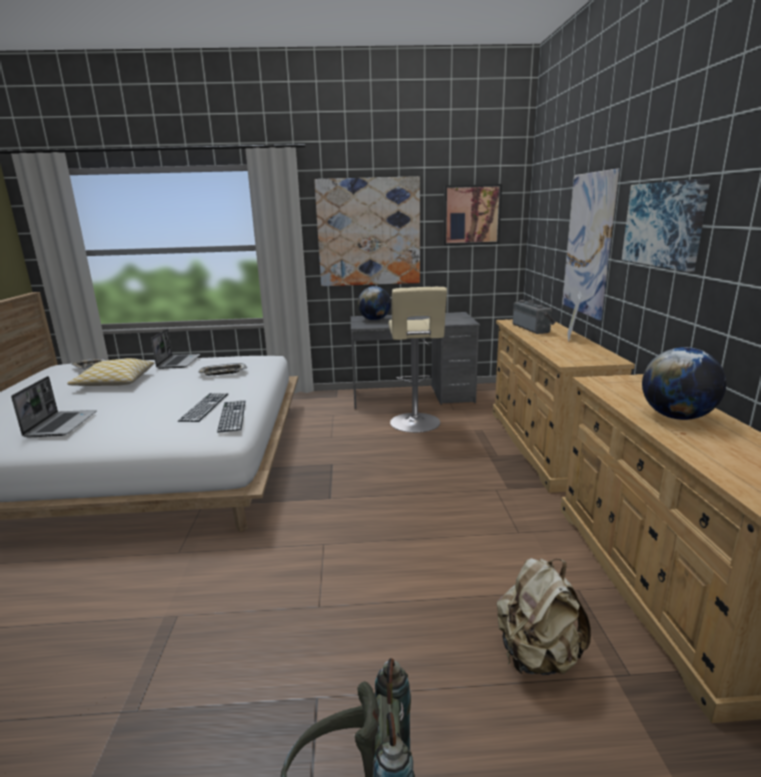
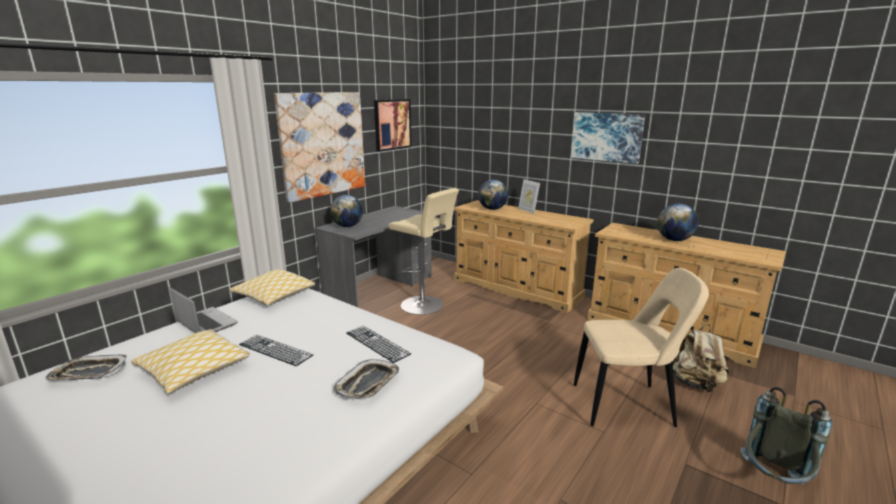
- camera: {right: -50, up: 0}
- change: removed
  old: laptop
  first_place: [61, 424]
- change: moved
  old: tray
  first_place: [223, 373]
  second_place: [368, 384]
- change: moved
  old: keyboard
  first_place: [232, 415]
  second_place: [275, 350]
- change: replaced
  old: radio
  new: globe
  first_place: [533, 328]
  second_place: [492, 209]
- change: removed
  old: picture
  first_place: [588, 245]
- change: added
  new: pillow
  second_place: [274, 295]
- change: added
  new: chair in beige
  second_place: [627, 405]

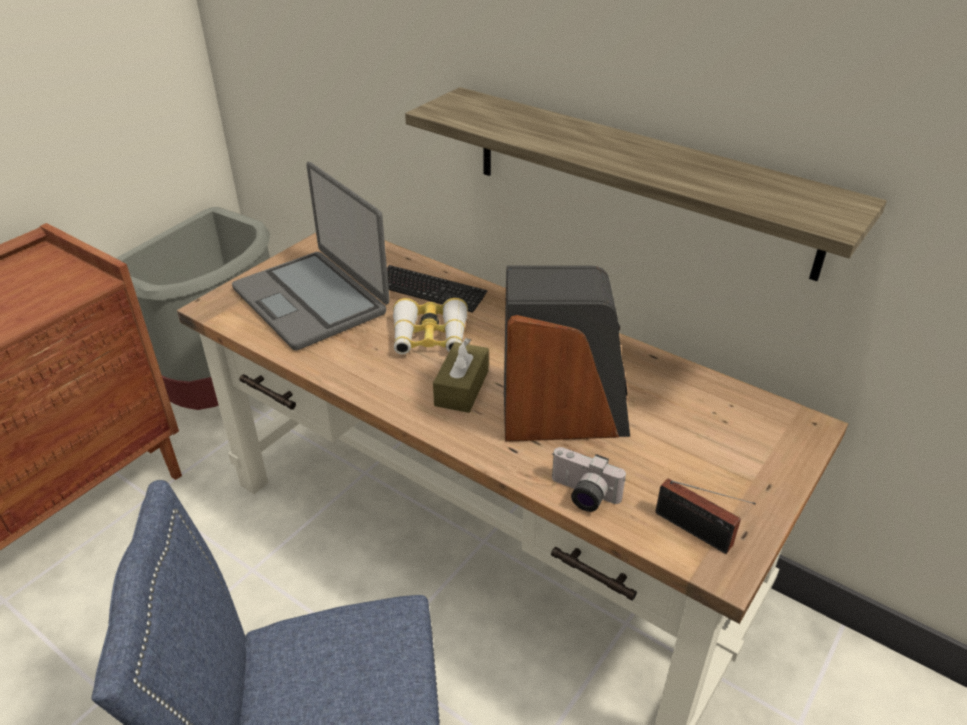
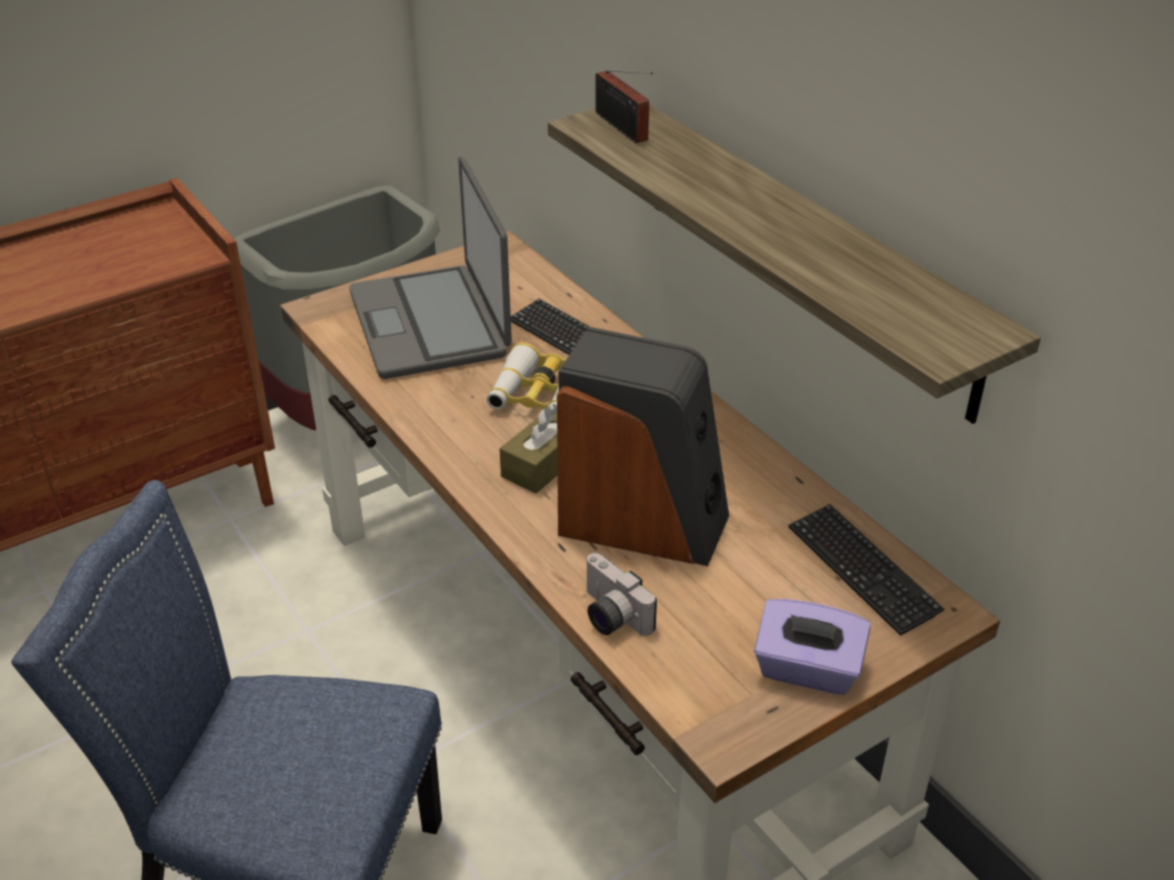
- camera: {right: 20, up: 0}
- change: moved
  old: radio
  first_place: [697, 532]
  second_place: [622, 128]
- change: added
  new: tissue box in purple
  second_place: [807, 670]
- change: added
  new: keyboard
  second_place: [862, 570]

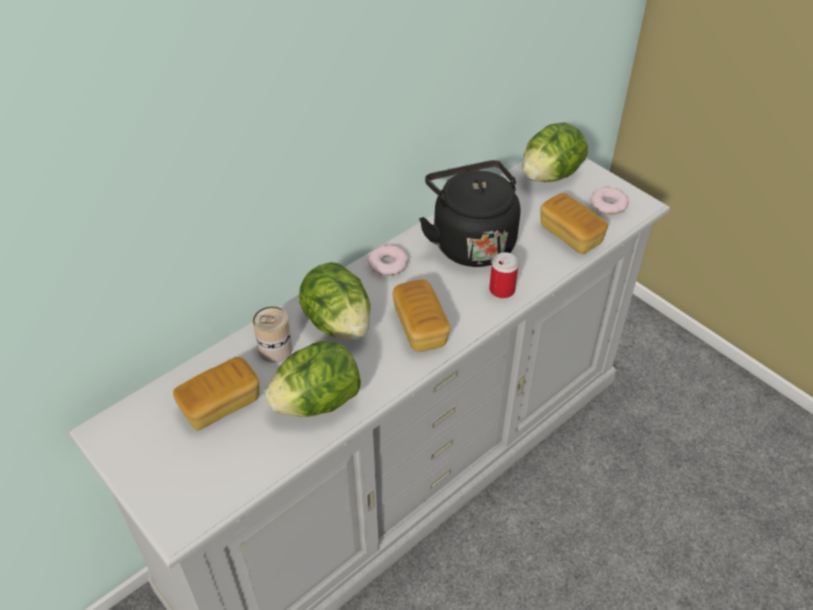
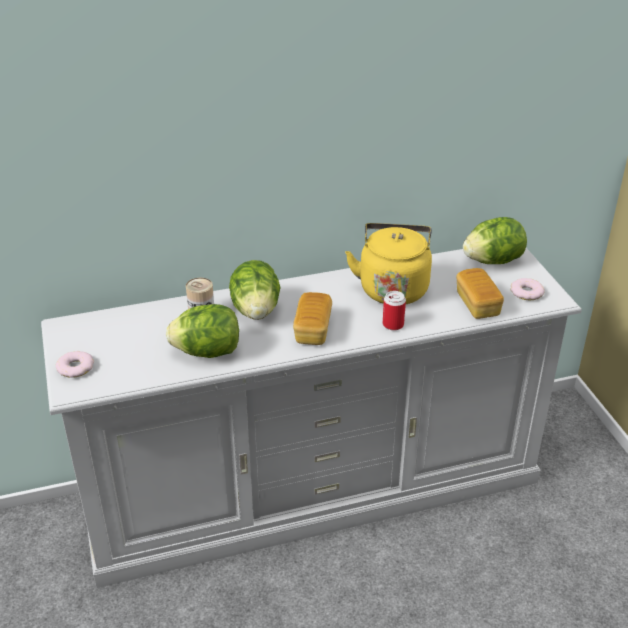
- camera: {right: 25, up: -10}
- change: removed
  old: bread
  first_place: [220, 404]
- change: moved
  old: donut
  first_place: [388, 263]
  second_place: [75, 367]
- change: recoloured
  old: kettle in black
  new: kettle in yellow
  first_place: [470, 242]
  second_place: [393, 287]

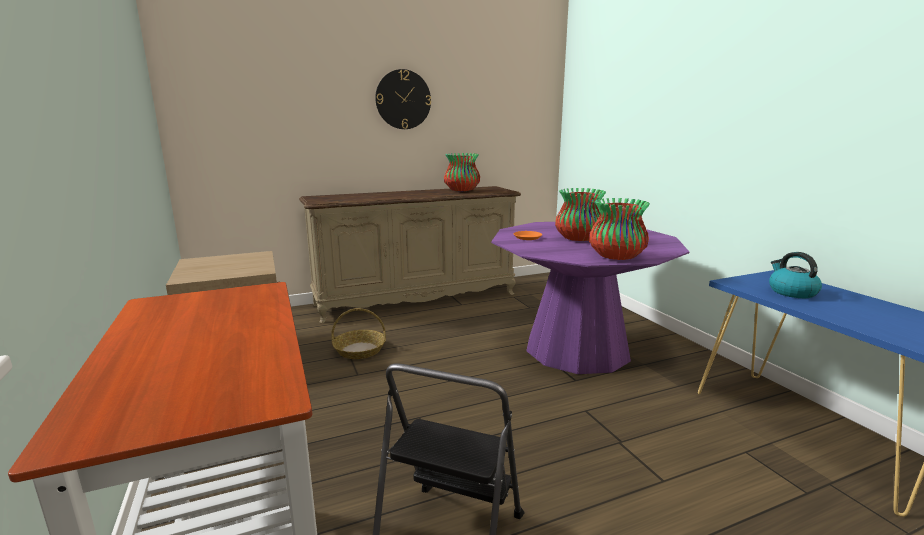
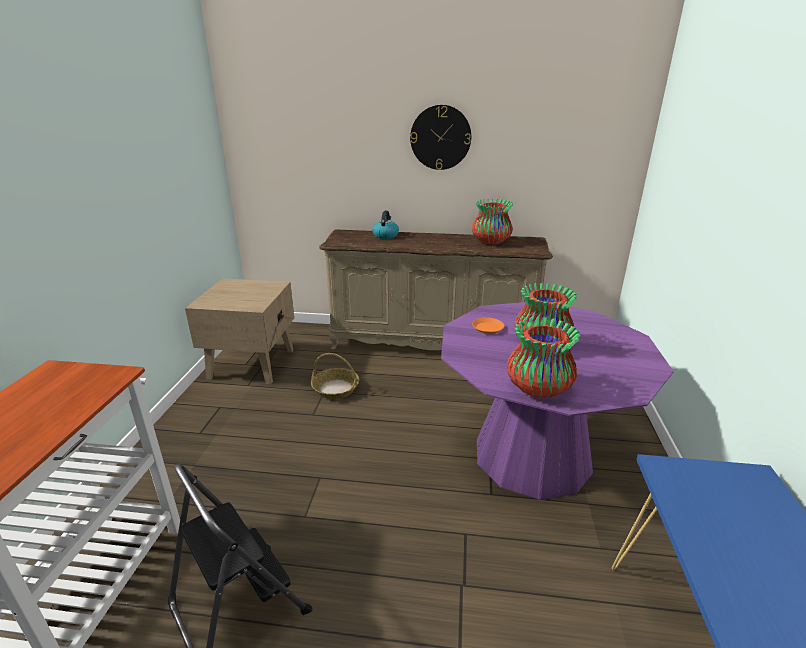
- camera: {right: 30, up: 10}
- change: moved
  old: kettle
  first_place: [791, 292]
  second_place: [385, 235]

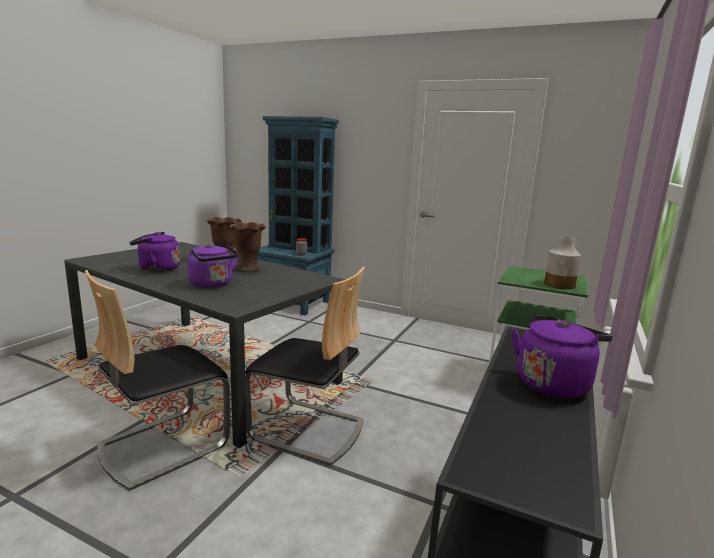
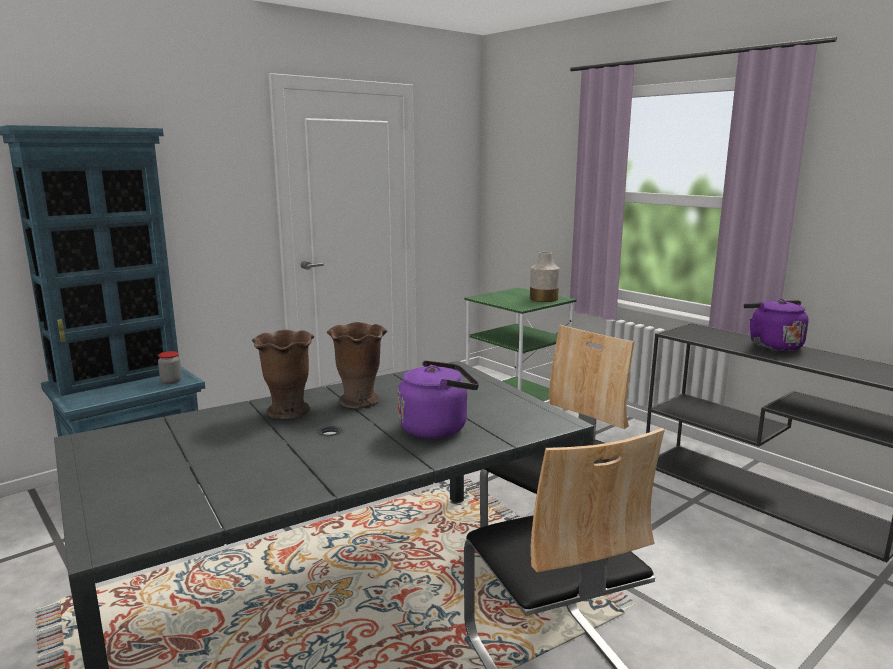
- camera: {right: -65, up: 0}
- change: removed
  old: kettle in purple
  first_place: [157, 269]

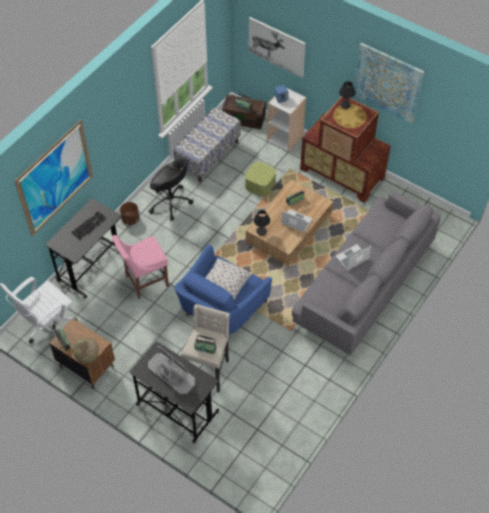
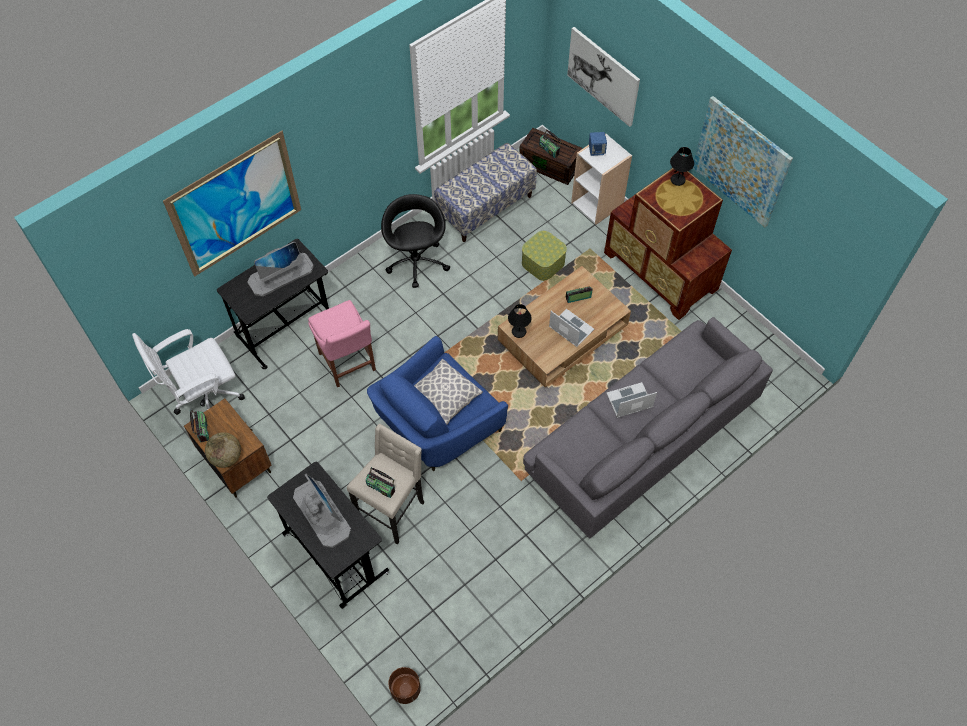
- camera: {right: 15, up: 5}
- change: replaced
  old: keyboard
  new: monitor
  first_place: [89, 224]
  second_place: [281, 274]
- change: turned
  old: chair in pink
  first_place: [144, 281]
  second_place: [348, 364]
  degrees: -105
- change: moved
  old: planter in brown
  first_place: [130, 219]
  second_place: [405, 689]
- change: turned
  old: office chair in black
  first_place: [171, 203]
  second_place: [417, 262]
  degrees: -150

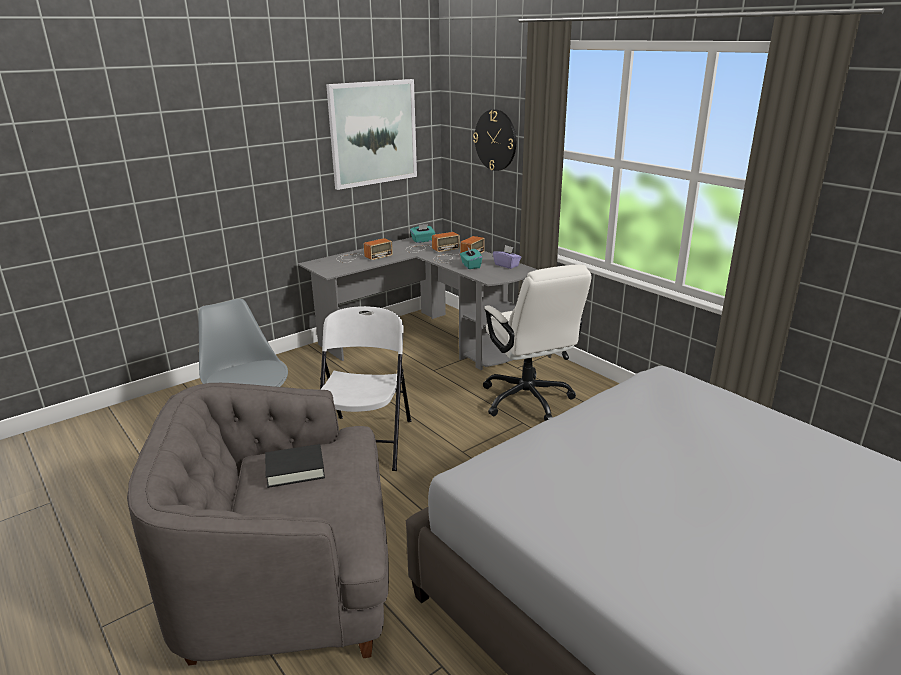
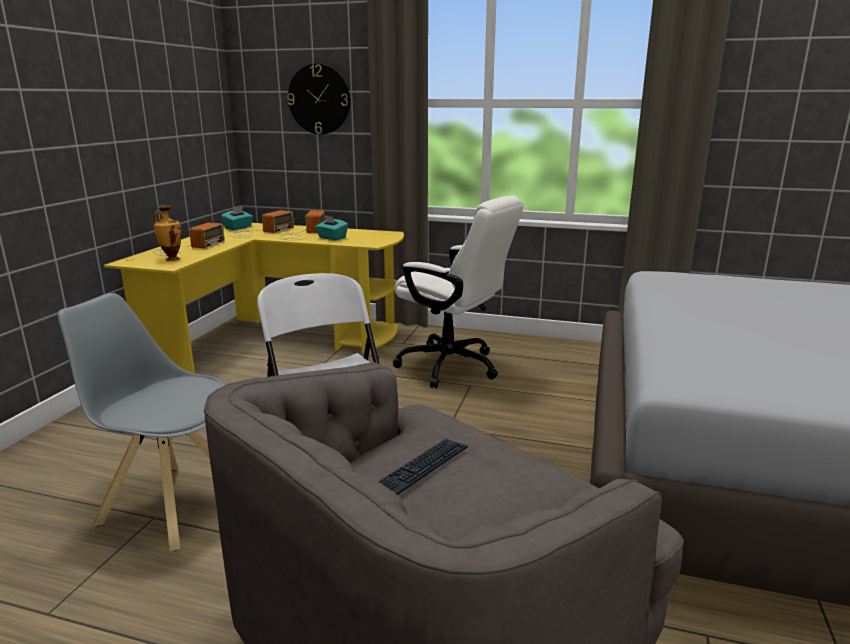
- camera: {right: -35, up: -5}
- change: replaced
  old: book in black
  new: keyboard
  first_place: [295, 470]
  second_place: [421, 468]
- change: recoloured
  old: desk in grey
  new: desk in yellow
  first_place: [425, 338]
  second_place: [273, 341]
- change: removed
  old: picture
  first_place: [373, 133]
- change: removed
  old: tissue box in purple
  first_place: [506, 265]
- change: added
  new: vase
  second_place: [171, 259]

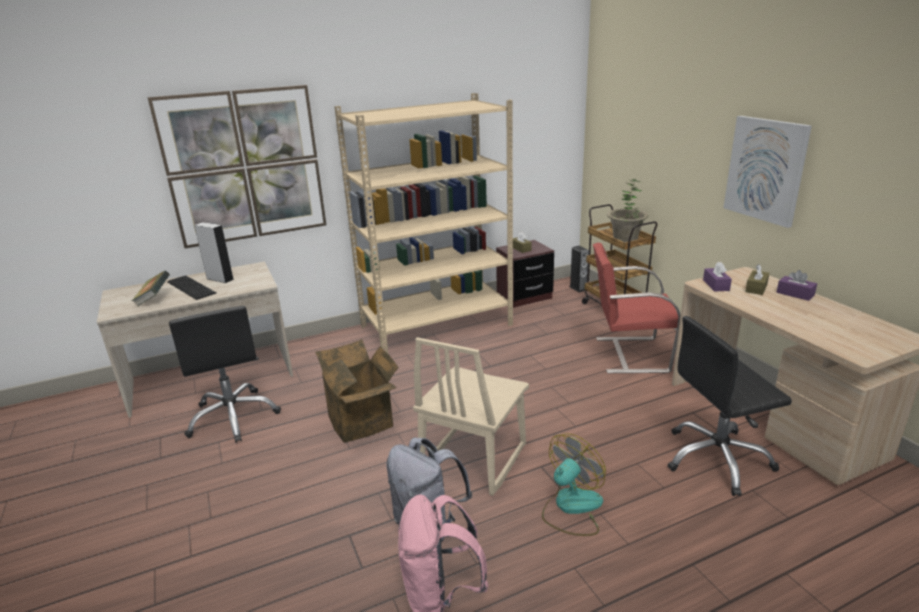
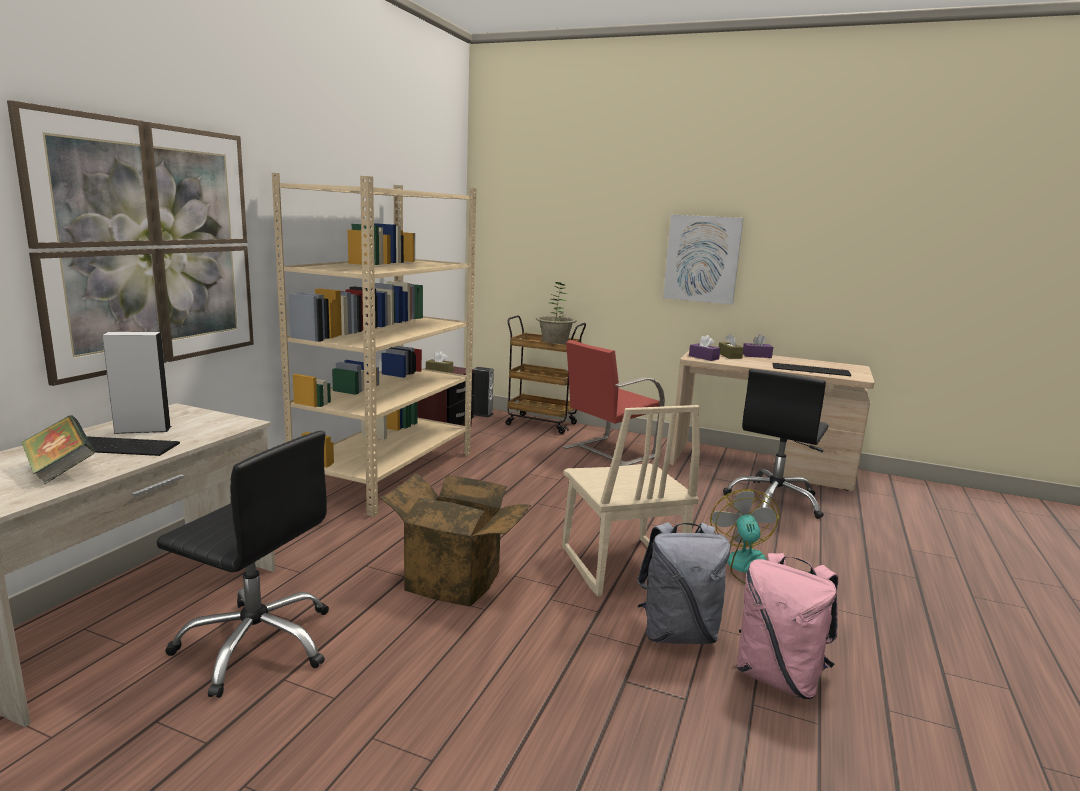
- camera: {right: -45, up: -10}
- change: added
  new: keyboard
  second_place: [809, 369]

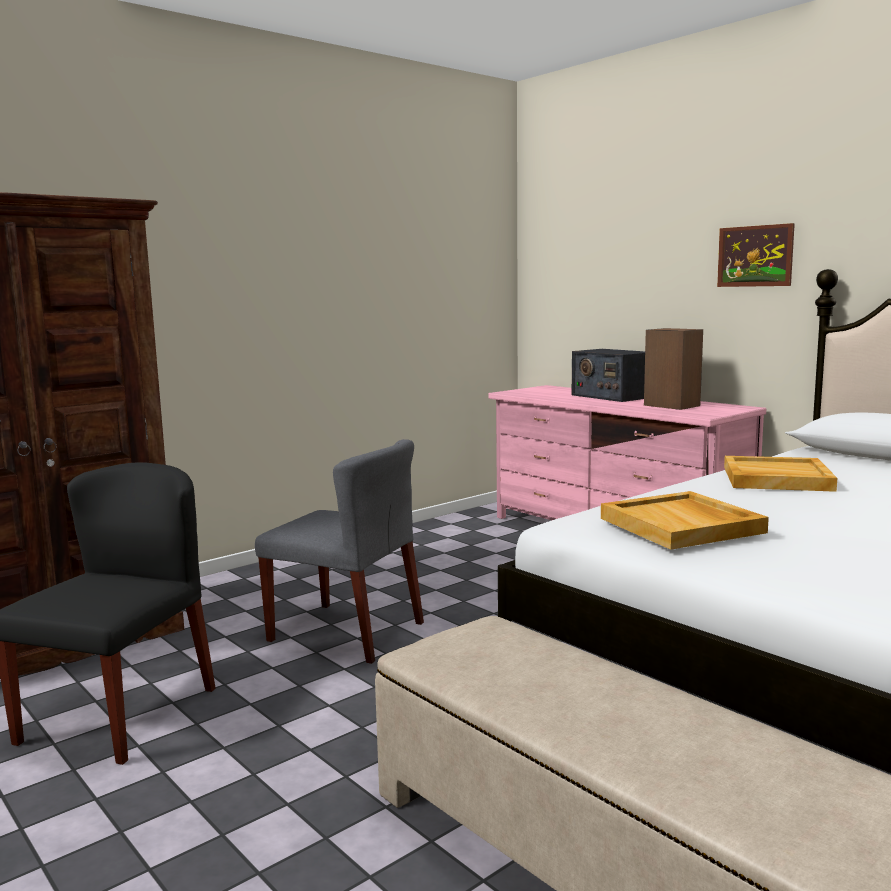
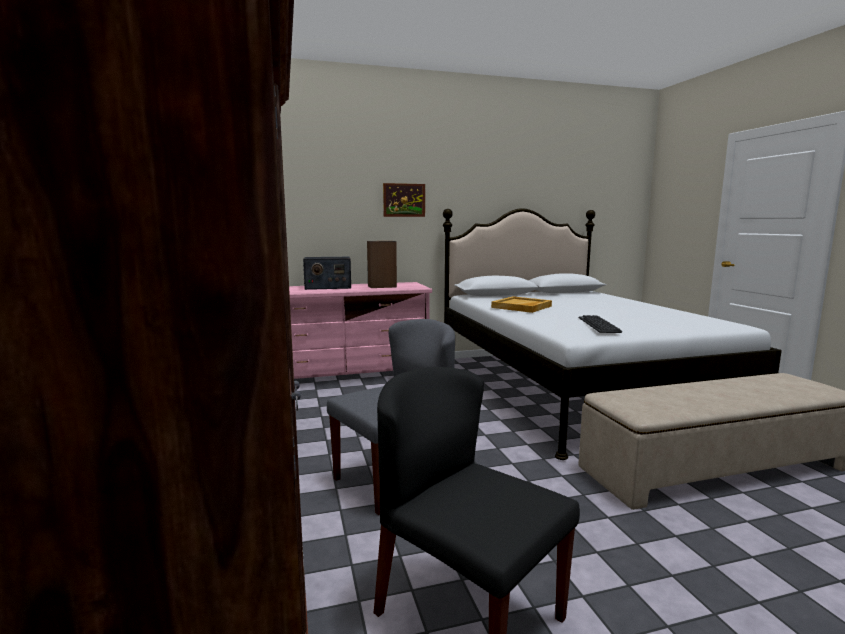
- camera: {right: -65, up: 0}
- change: replaced
  old: tray in beige
  new: keyboard
  first_place: [682, 525]
  second_place: [598, 325]

